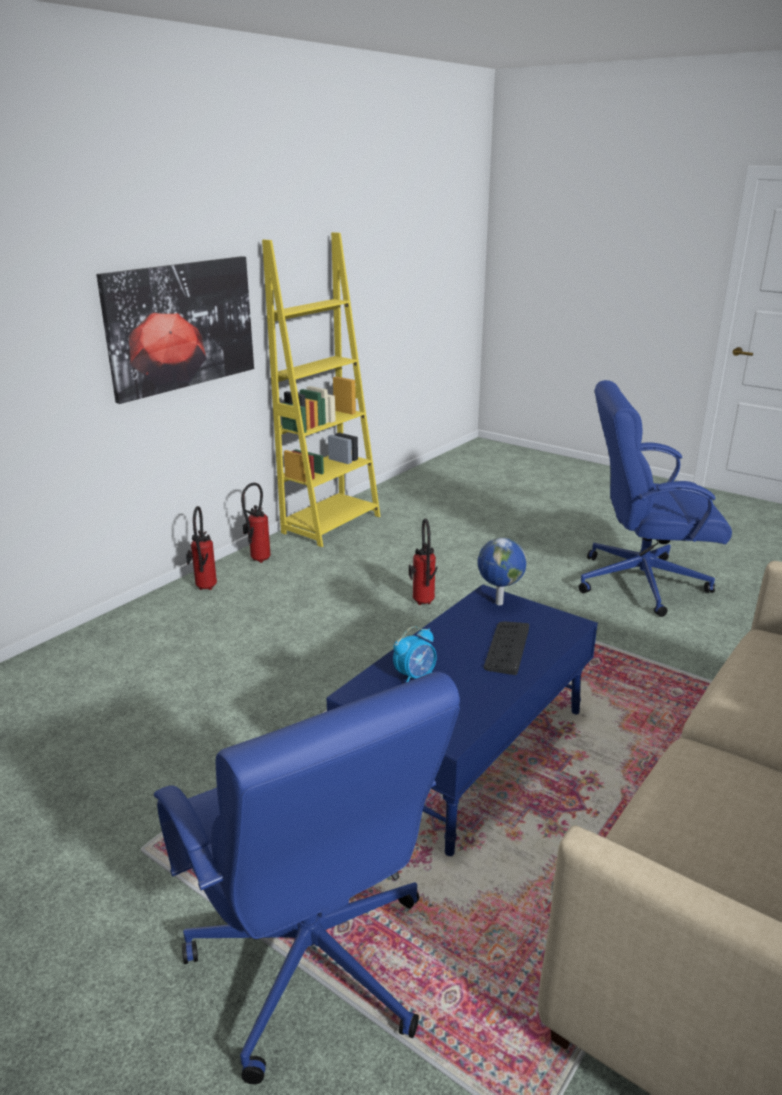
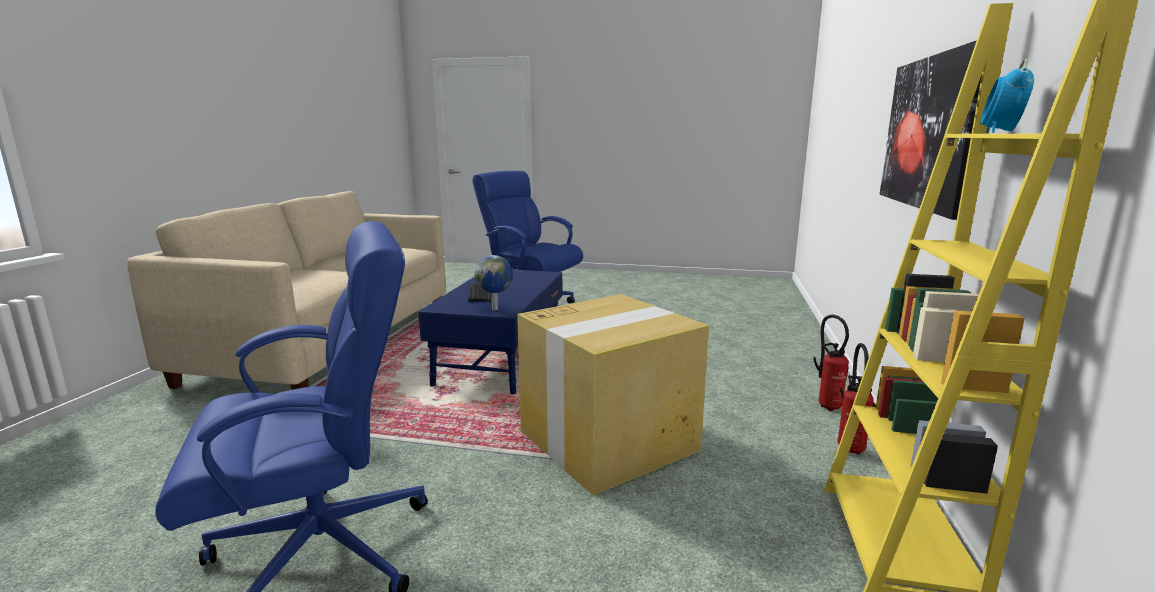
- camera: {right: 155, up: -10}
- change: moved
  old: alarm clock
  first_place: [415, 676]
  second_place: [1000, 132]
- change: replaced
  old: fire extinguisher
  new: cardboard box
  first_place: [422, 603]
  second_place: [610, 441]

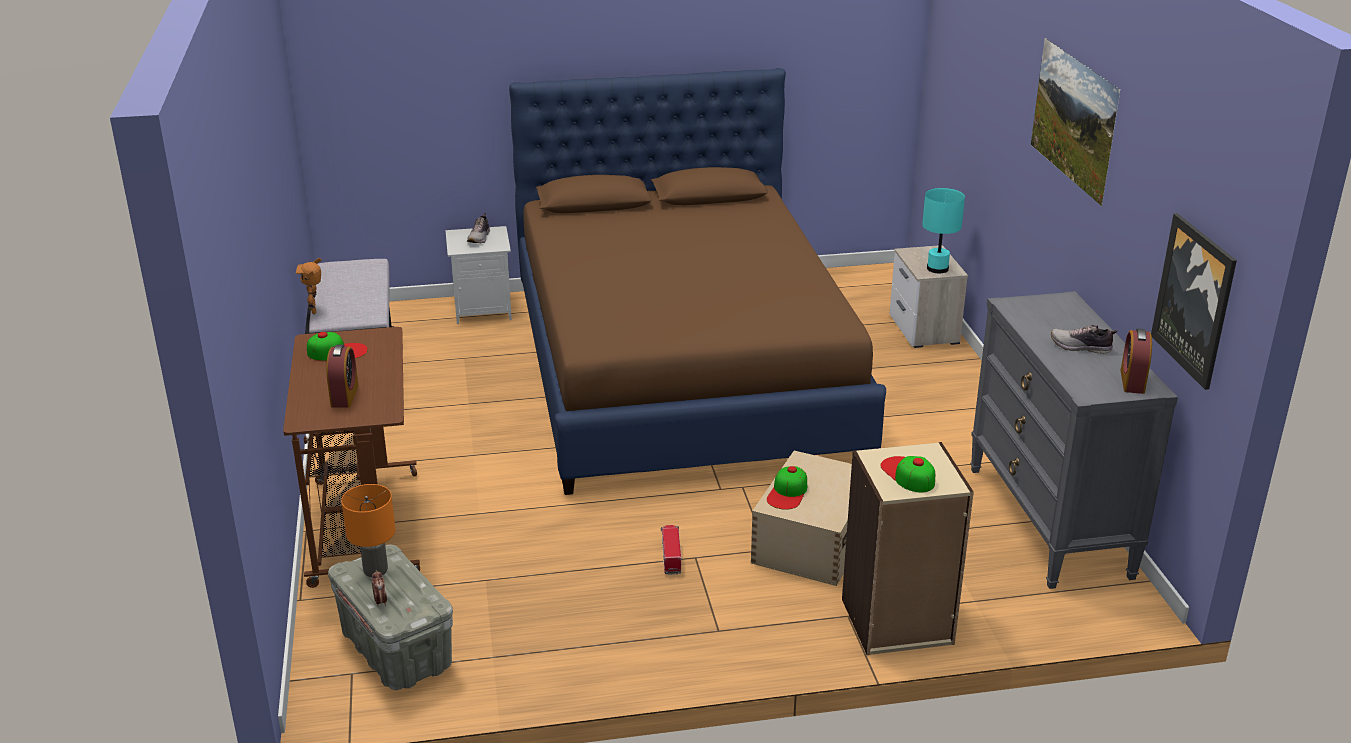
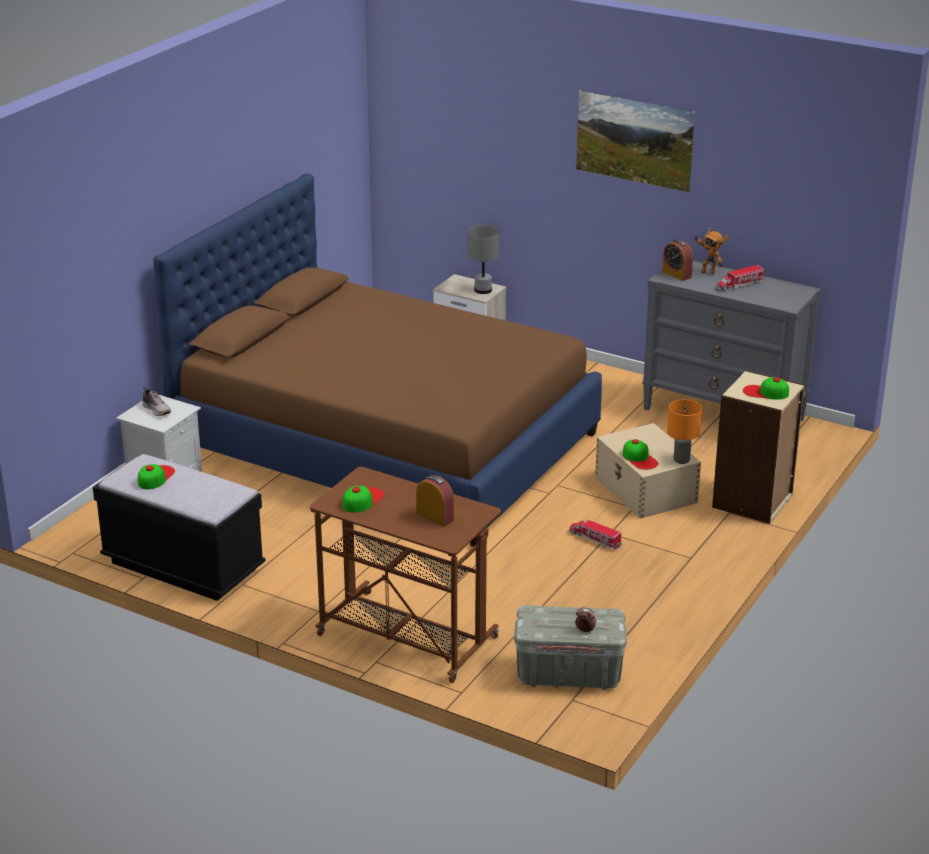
- camera: {right: -50, up: 0}
- change: moved
  old: toy robot
  first_place: [315, 310]
  second_place: [708, 272]
- change: moved
  old: table lamp in orange
  first_place: [374, 572]
  second_place: [682, 461]
- change: recoloured
  old: table lamp in turquoise
  new: table lamp in grey
  first_place: [937, 268]
  second_place: [482, 290]
- change: replaced
  old: shoe
  new: toy truck
  first_place: [1081, 347]
  second_place: [739, 284]
- change: moved
  old: alarm clock
  first_place: [1132, 381]
  second_place: [677, 274]
- change: removed
  old: picture
  first_place: [1195, 300]
- change: added
  new: cap
  second_place: [155, 477]

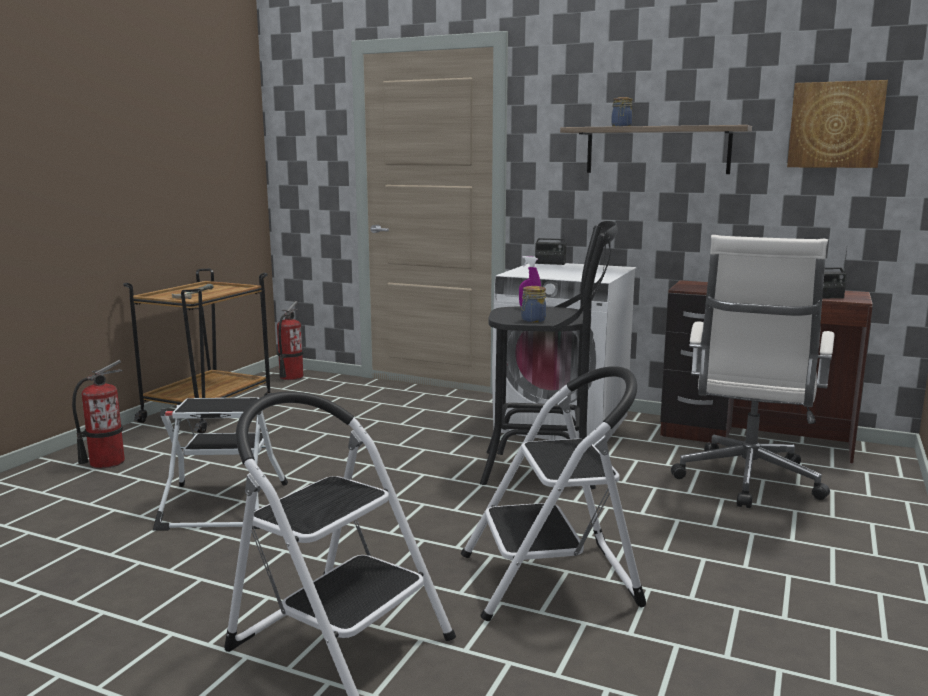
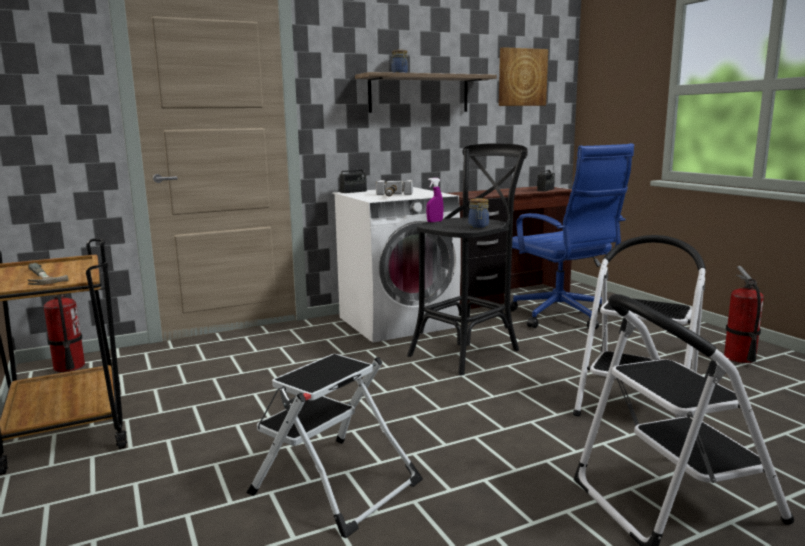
- camera: {right: -50, up: 0}
- change: moved
  old: fire extinguisher
  first_place: [106, 462]
  second_place: [739, 358]
- change: recoloured
  old: office chair in white
  new: office chair in blue
  first_place: [747, 482]
  second_place: [562, 317]
- change: added
  new: hammer
  second_place: [392, 196]

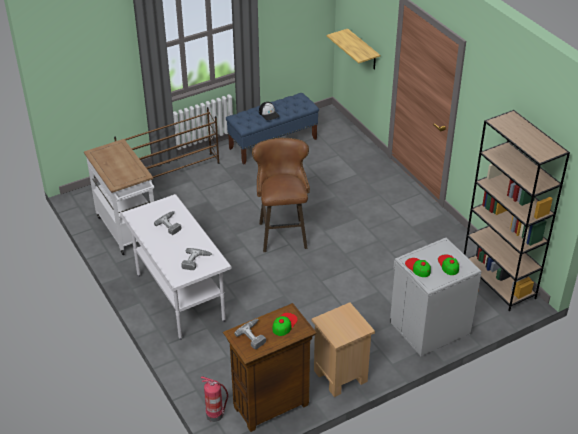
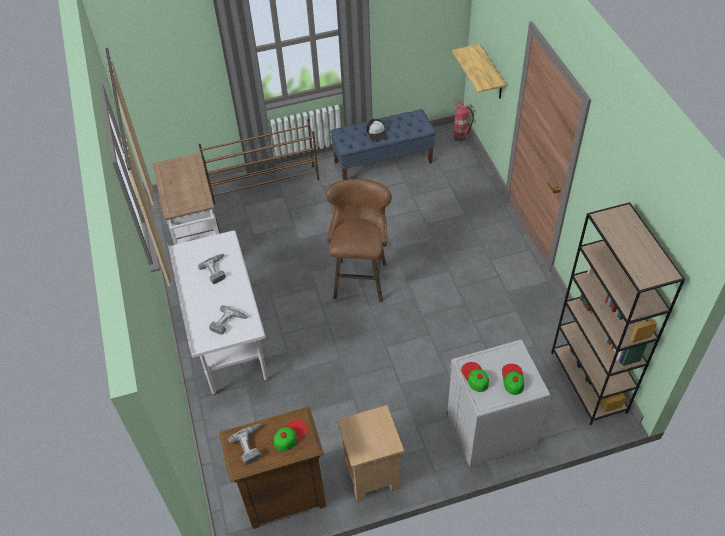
- camera: {right: 15, up: 10}
- change: moved
  old: fire extinguisher
  first_place: [215, 415]
  second_place: [460, 137]

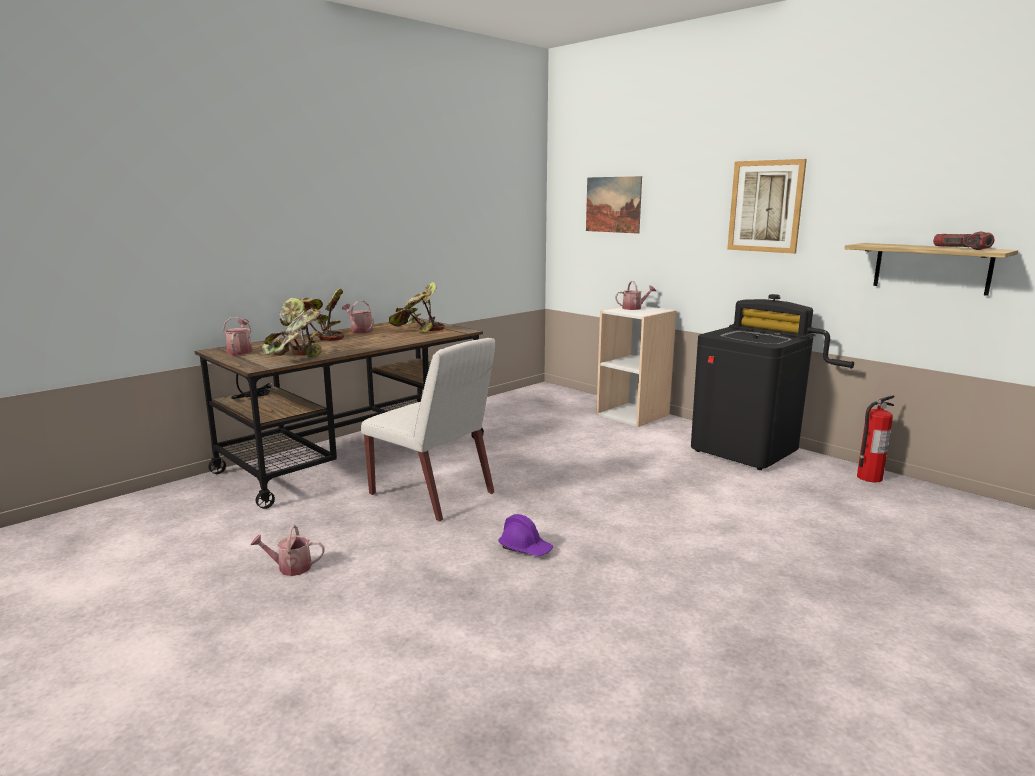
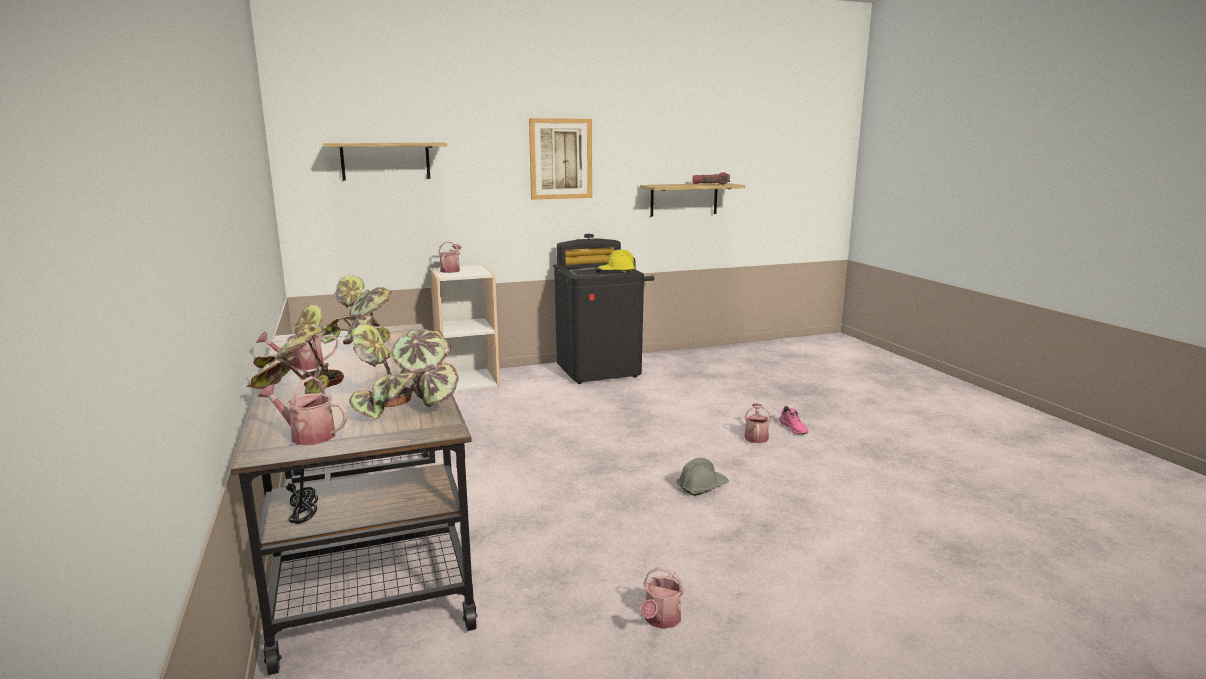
- camera: {right: -65, up: 0}
- change: removed
  old: chair in white
  first_place: [433, 494]
- change: recoloured
  old: hard hat in purple
  new: hard hat in grey
  first_place: [525, 548]
  second_place: [702, 487]
- change: replaced
  old: picture
  new: shelf
  first_place: [613, 204]
  second_place: [385, 161]
- change: removed
  old: fire extinguisher
  first_place: [869, 477]
- change: added
  new: hard hat in yellow
  second_place: [617, 271]
- change: added
  new: watering can
  second_place: [756, 436]
- change: added
  new: shoe in pink
  second_place: [794, 428]

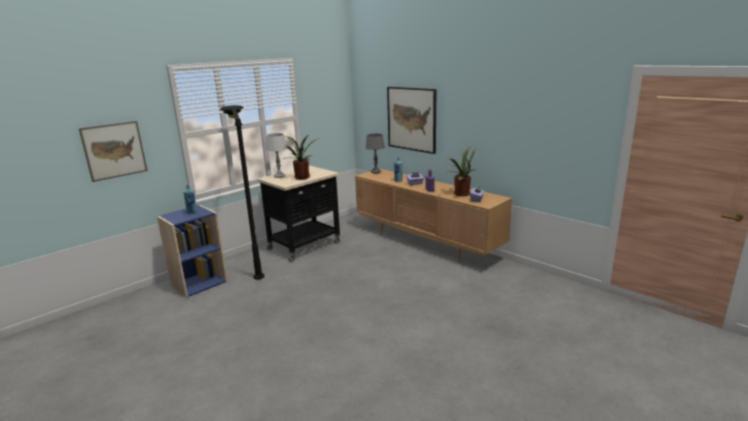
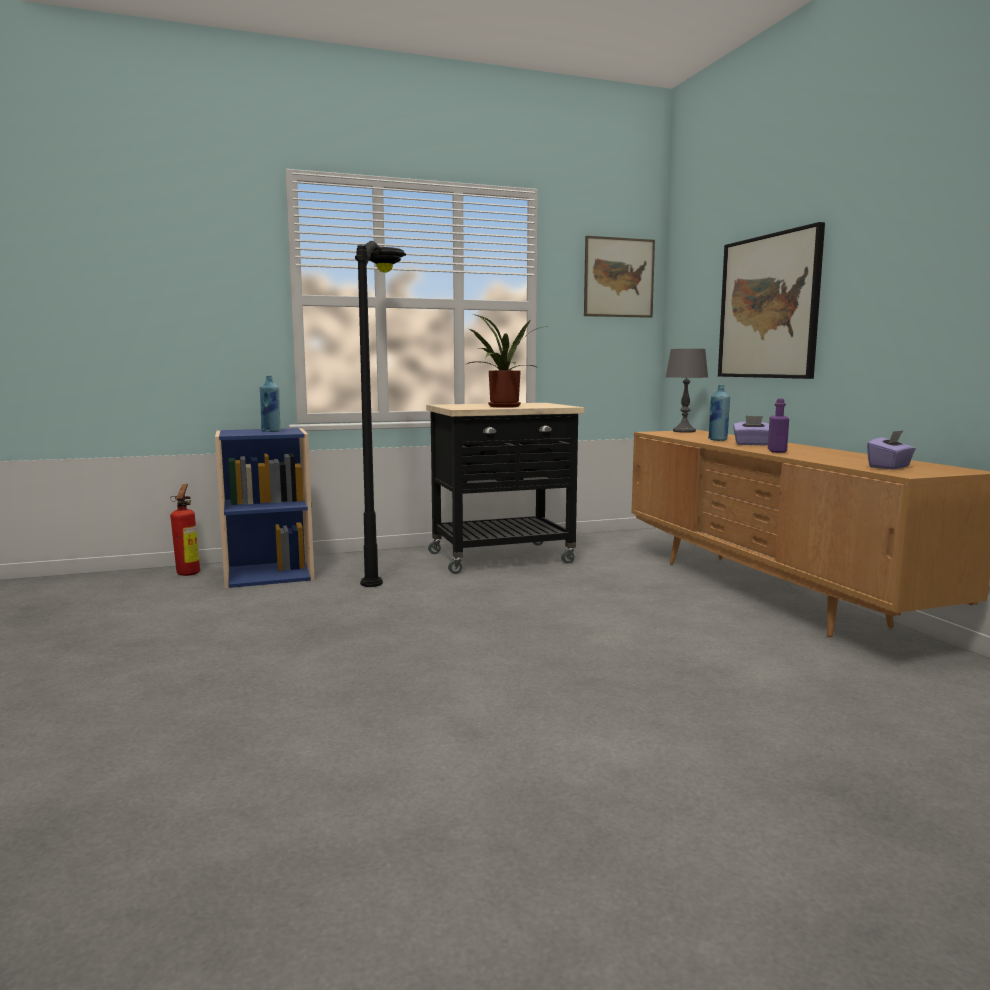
- camera: {right: 25, up: -10}
- change: moved
  old: picture
  first_place: [114, 150]
  second_place: [619, 277]
- change: removed
  old: table lamp in grey
  first_place: [279, 176]
- change: removed
  old: potted plant
  first_place: [460, 193]
- change: added
  new: fire extinguisher
  second_place: [189, 572]

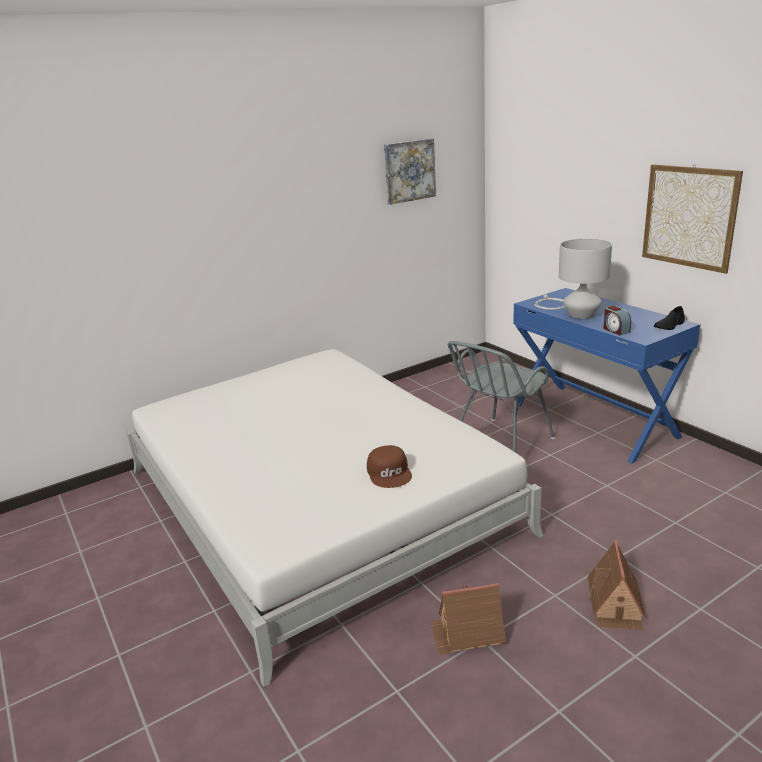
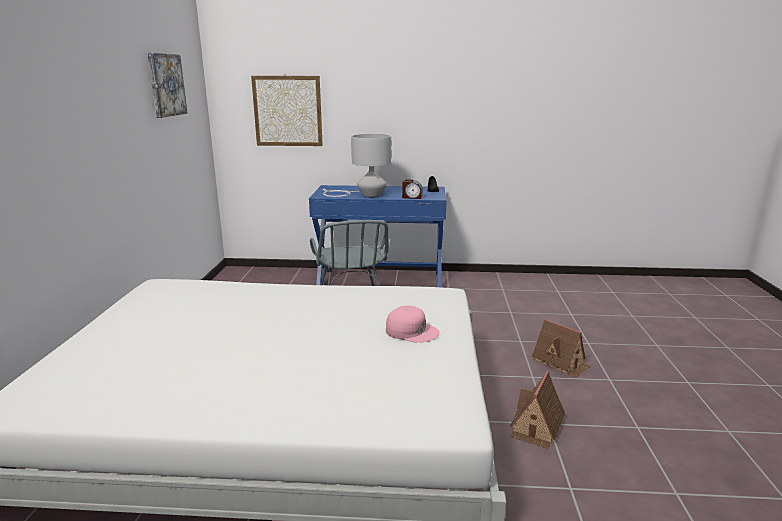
- camera: {right: -55, up: -5}
- change: recoloured
  old: cap in brown
  new: cap in pink
  first_place: [390, 472]
  second_place: [411, 331]
- change: moved
  old: picture
  first_place: [689, 216]
  second_place: [287, 110]

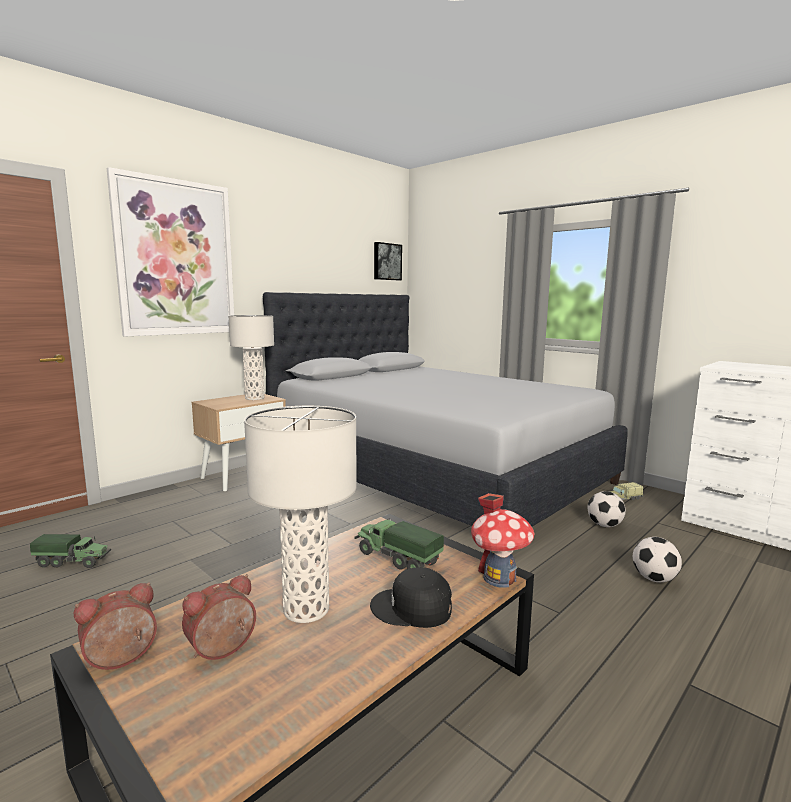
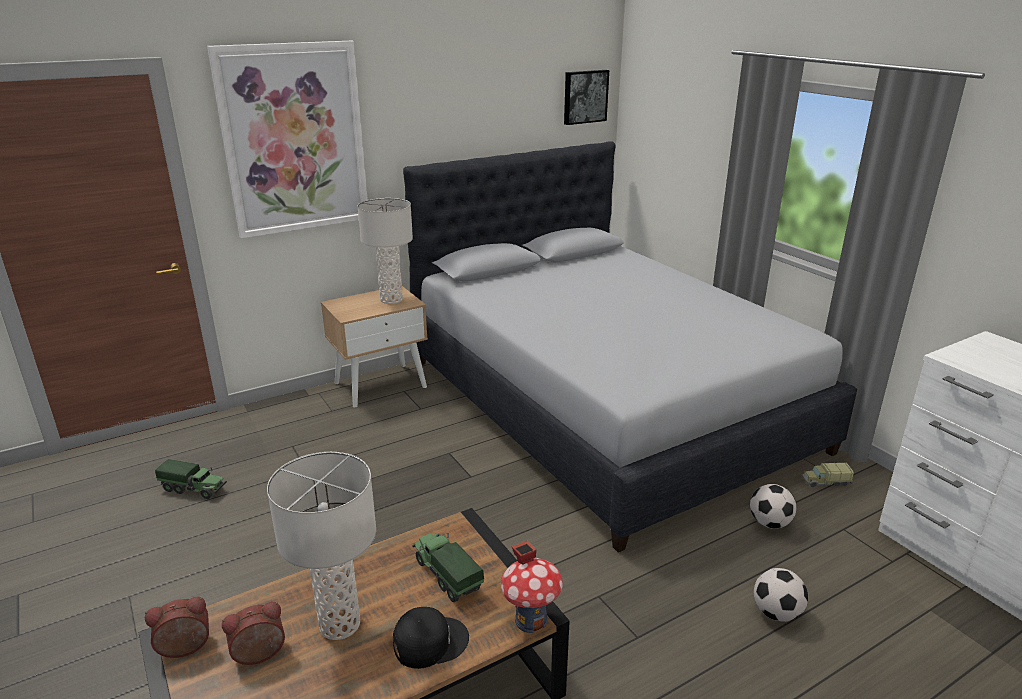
- camera: {right: 15, up: 15}
- change: turned
  old: cap in black
  first_place: [412, 608]
  second_place: [429, 641]
  degrees: 135

